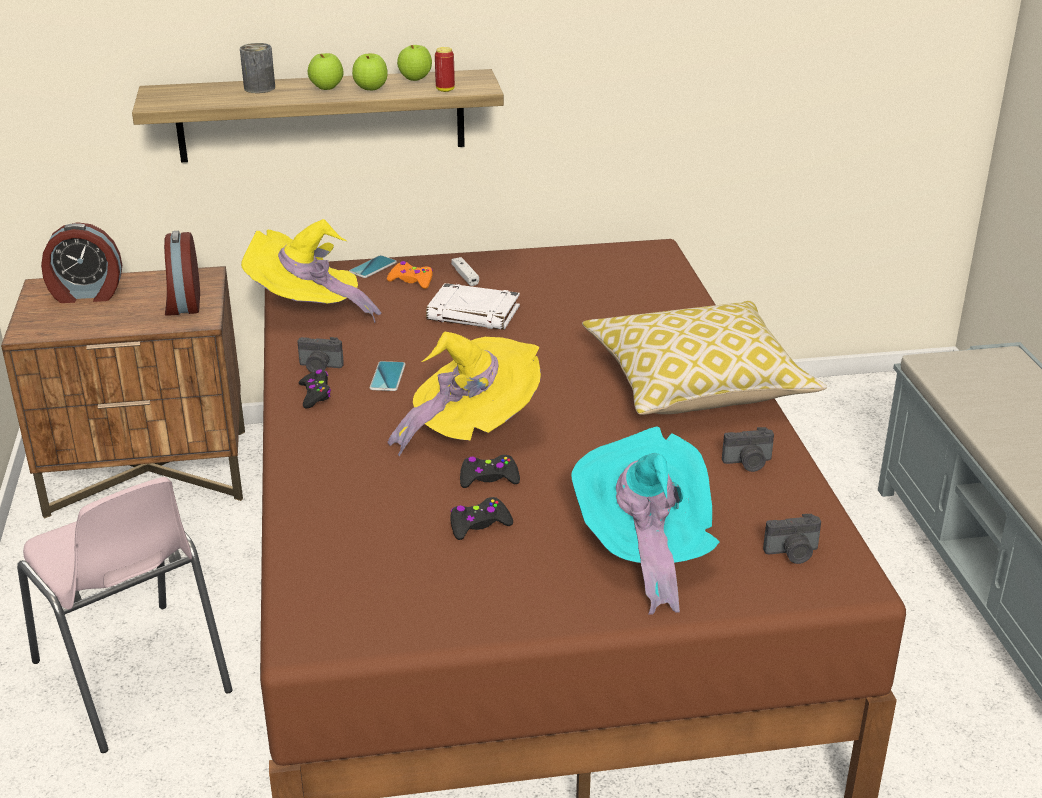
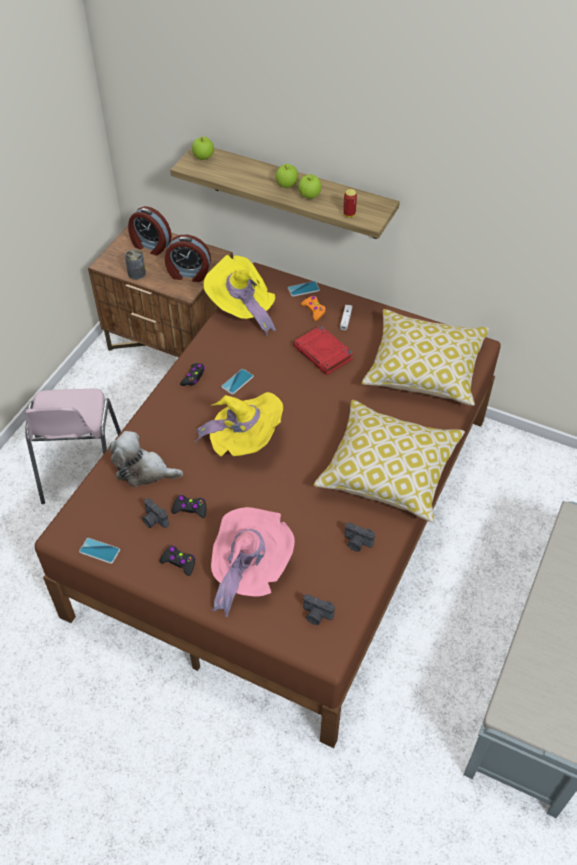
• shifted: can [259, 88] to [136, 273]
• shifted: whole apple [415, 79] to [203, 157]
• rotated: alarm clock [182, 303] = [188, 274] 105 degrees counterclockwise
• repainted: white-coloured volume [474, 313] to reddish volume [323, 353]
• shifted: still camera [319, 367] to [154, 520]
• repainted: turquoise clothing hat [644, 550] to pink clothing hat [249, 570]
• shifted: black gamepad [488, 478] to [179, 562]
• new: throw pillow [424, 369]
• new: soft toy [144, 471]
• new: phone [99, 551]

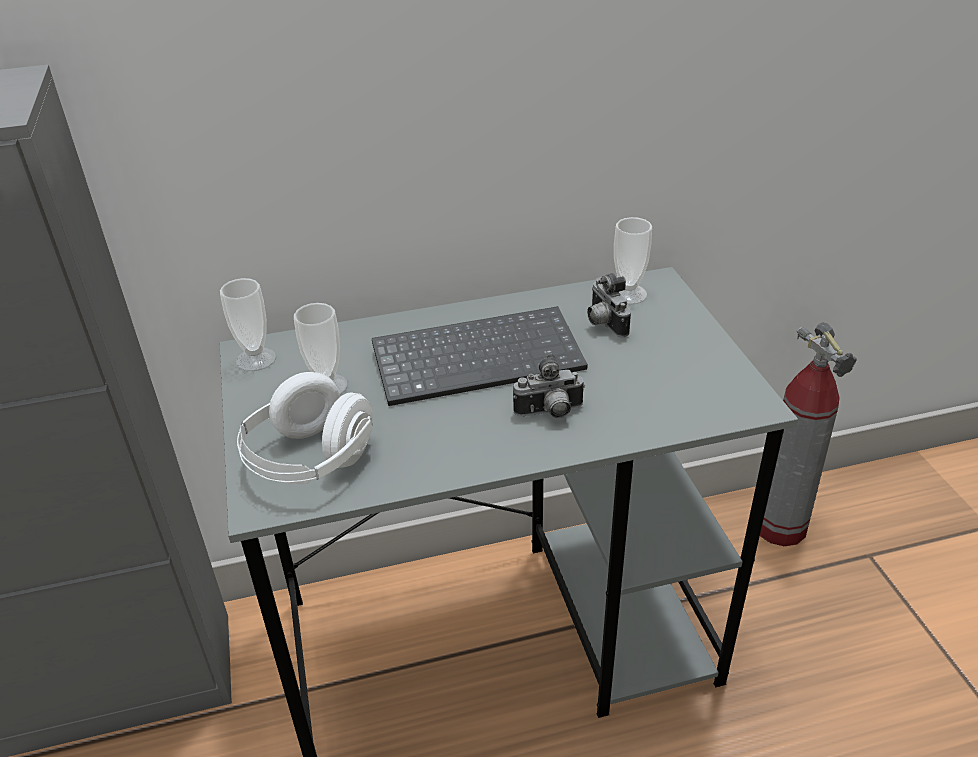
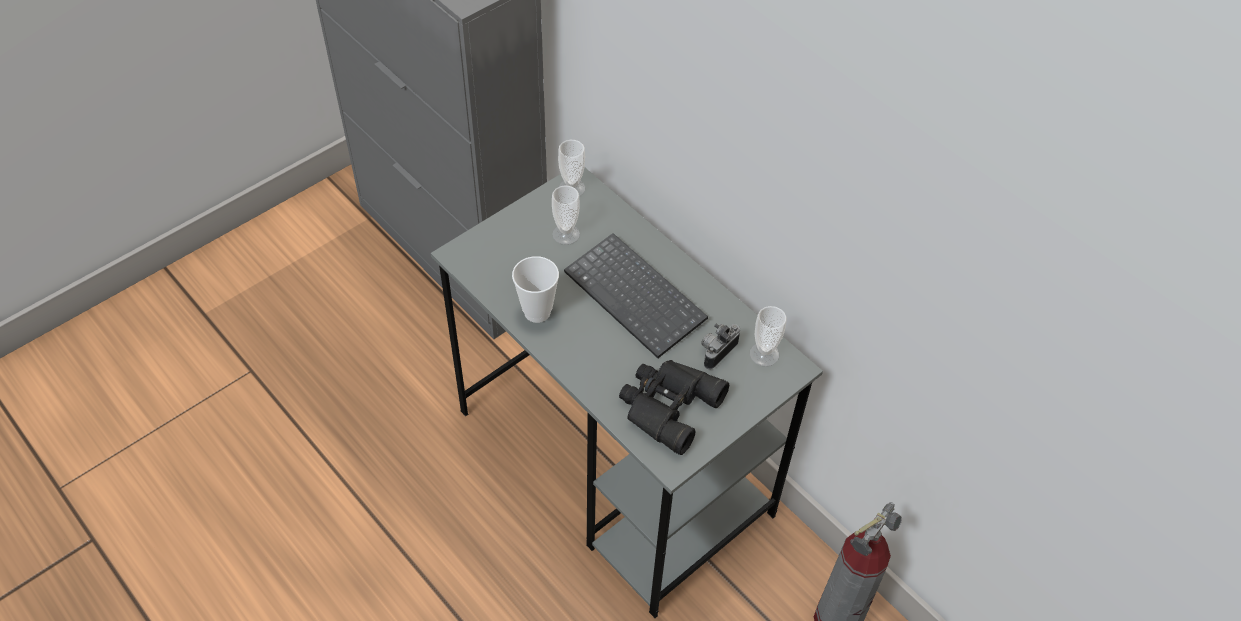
• gone: still camera [550, 413]
• gone: white-coloured headset [310, 460]
• new: cup [537, 312]
• new: black pair of binoculars [666, 406]

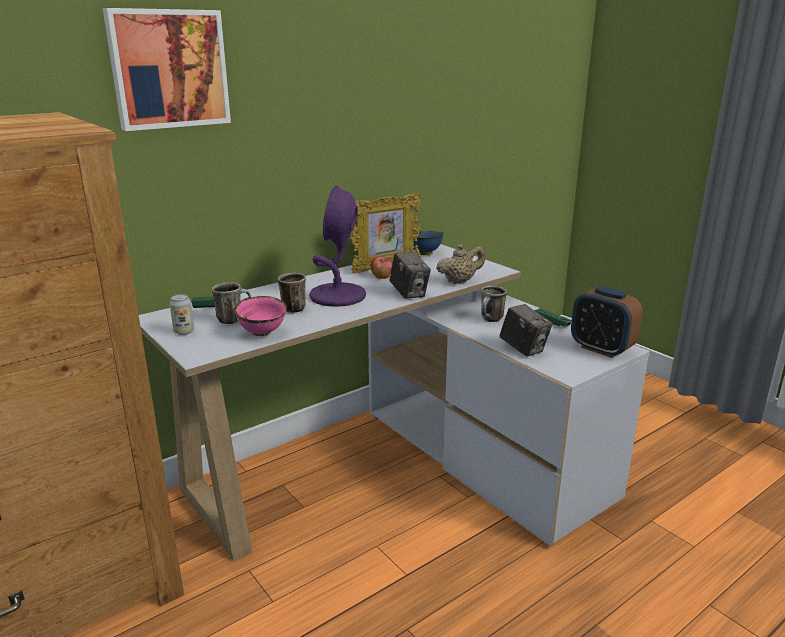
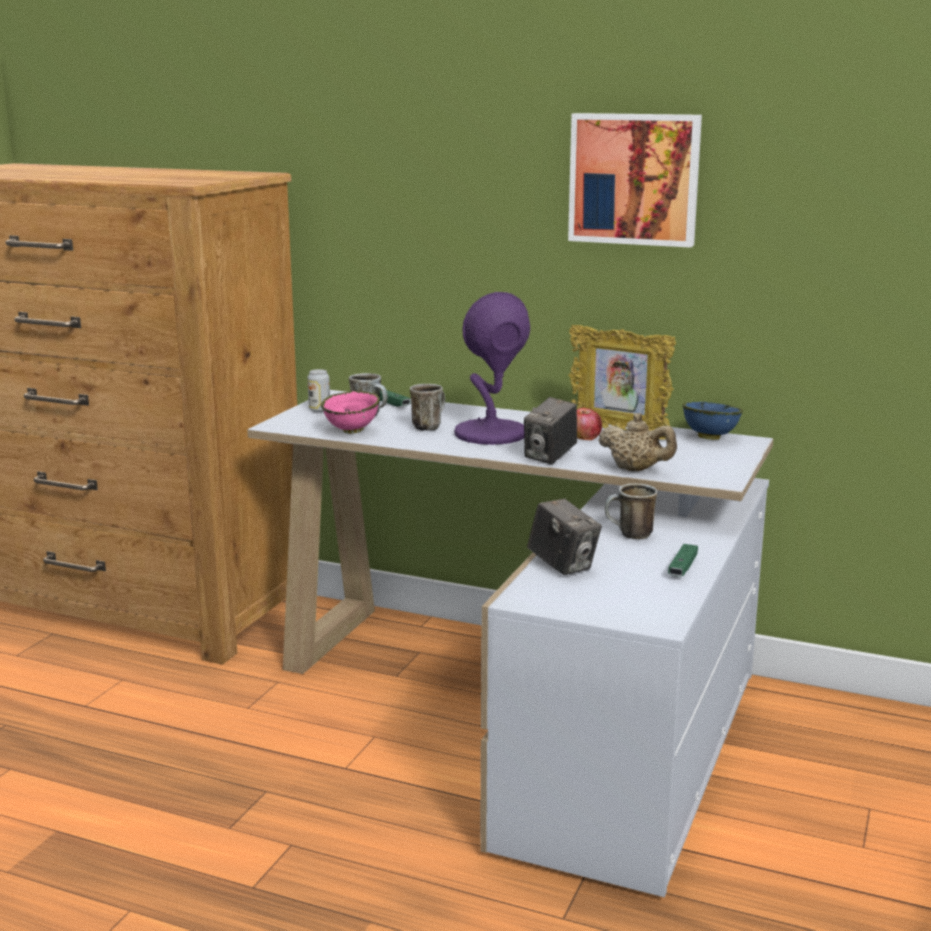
• shifted: picture [168, 69] to [635, 179]
• gone: alarm clock [601, 349]
• rotated: still camera [523, 349] = [563, 566] 60 degrees counterclockwise

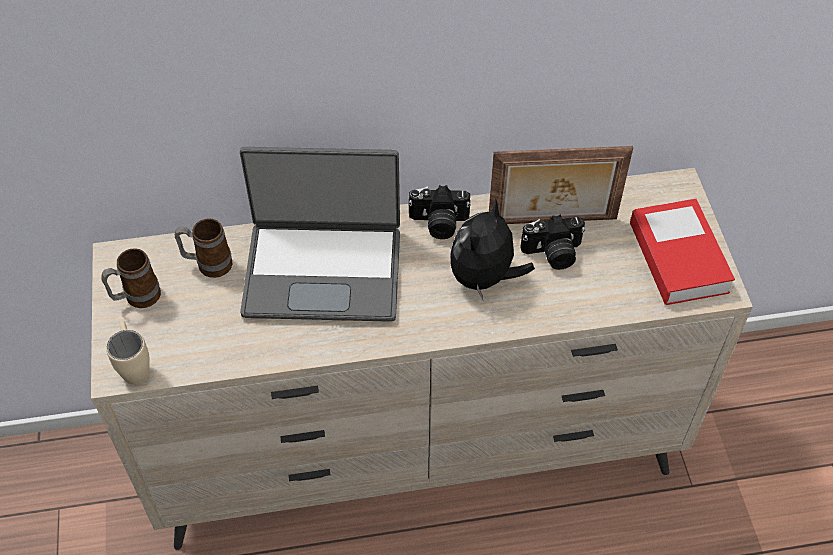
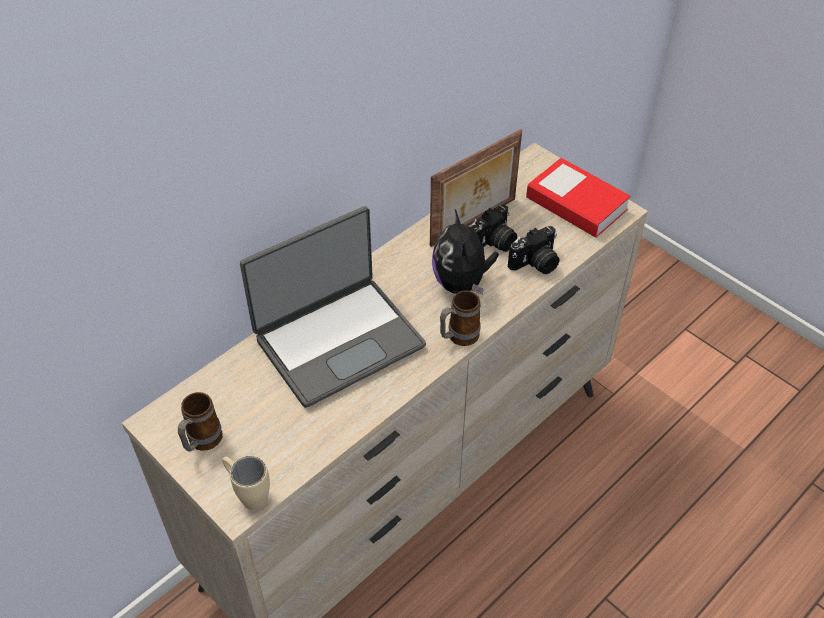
• shifted: still camera [438, 224] to [535, 264]
• shifted: coffee mug [208, 265] to [458, 338]

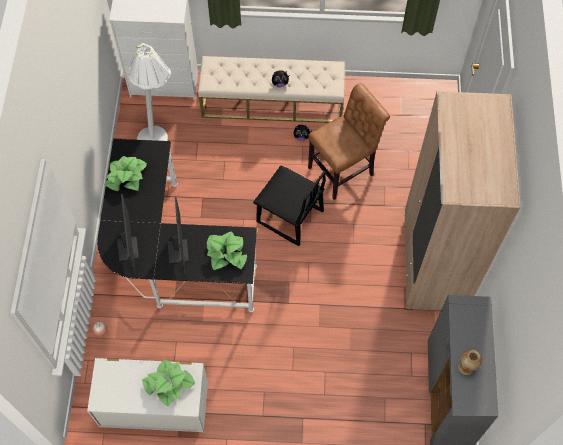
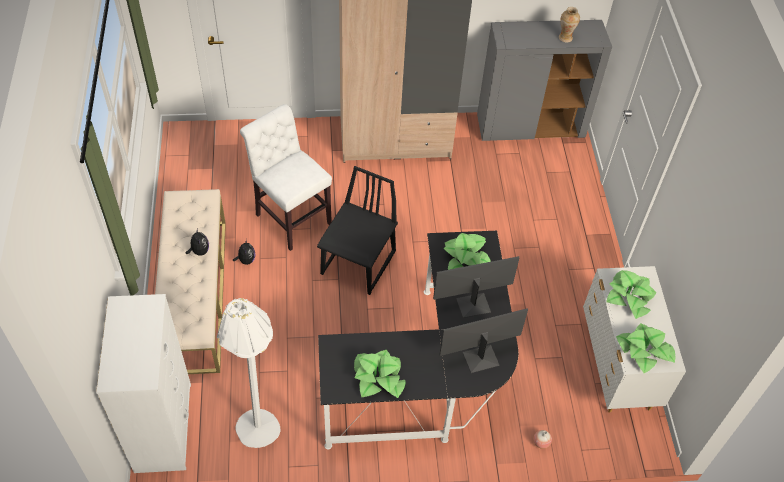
• repainted: brown plain chair [343, 170] to white-coloured plain chair [291, 217]
• new: houseplant [644, 351]

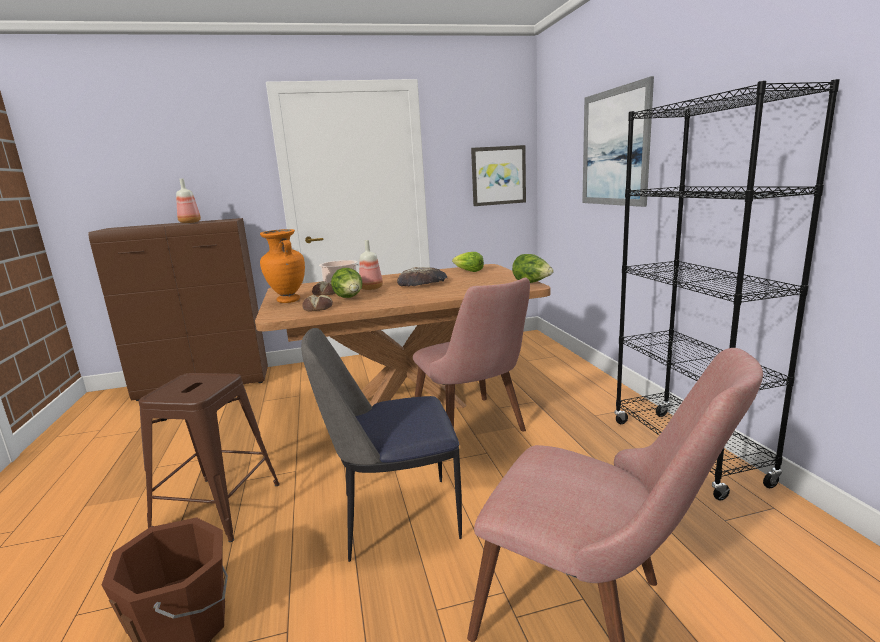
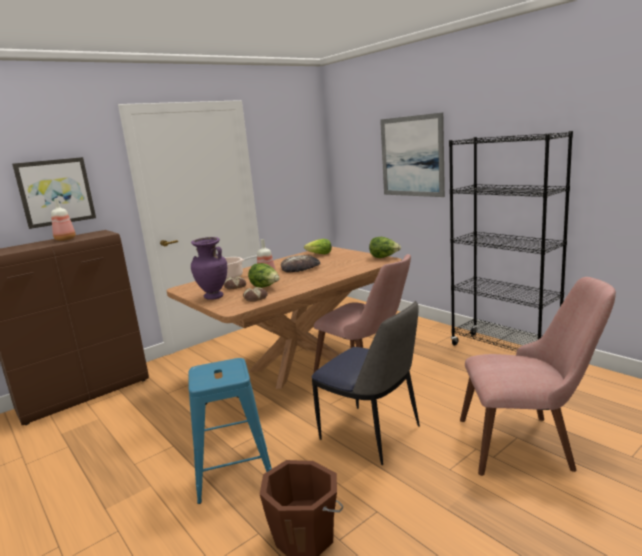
• shifted: picture [498, 175] to [55, 192]
• repainted: orange vase [287, 300] to purple vase [213, 297]
• rotated: plain chair [395, 516] = [372, 434] 105 degrees counterclockwise
• repainted: brown stool [218, 508] to bluish stool [234, 471]

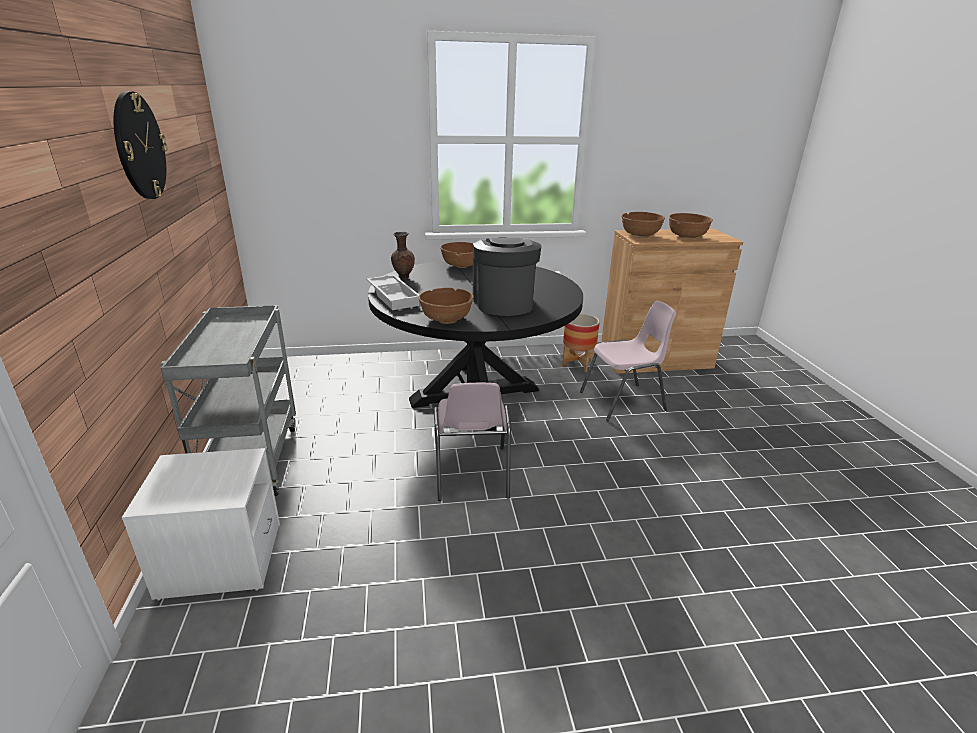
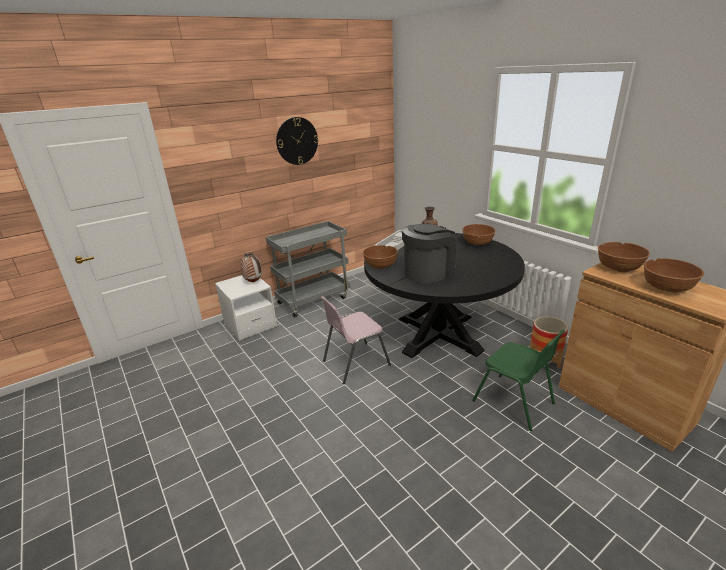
• repainted: pink plain chair [624, 401] to green plain chair [514, 402]
• new: vase [253, 282]

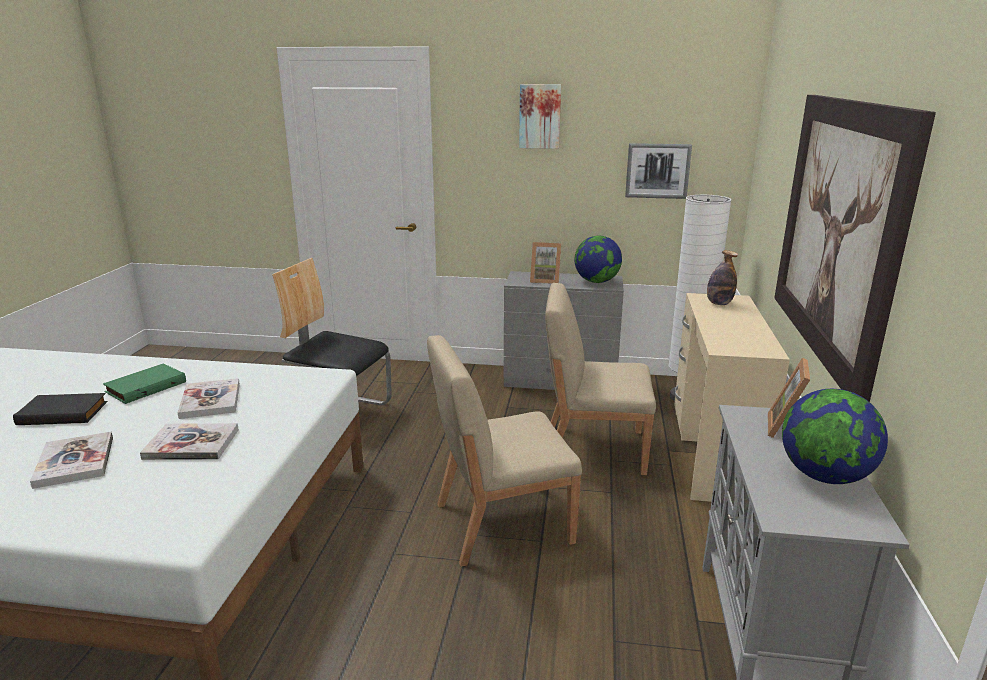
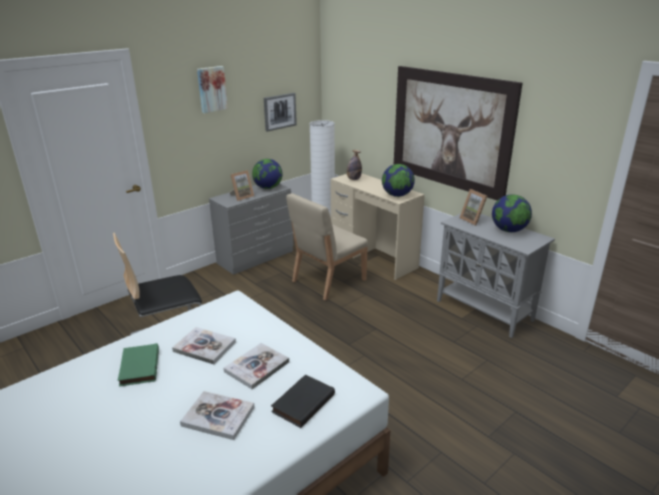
• gone: sand-coloured plain chair [501, 523]
• shifted: black volume [64, 412] to [302, 402]
• new: desk globe [397, 195]

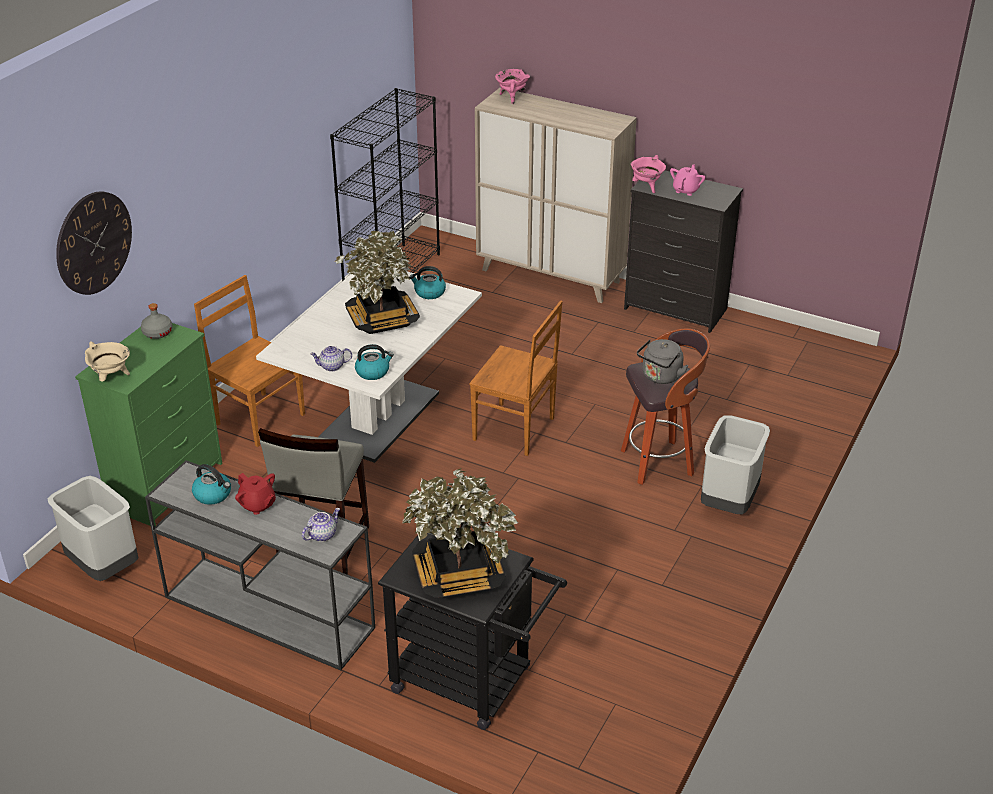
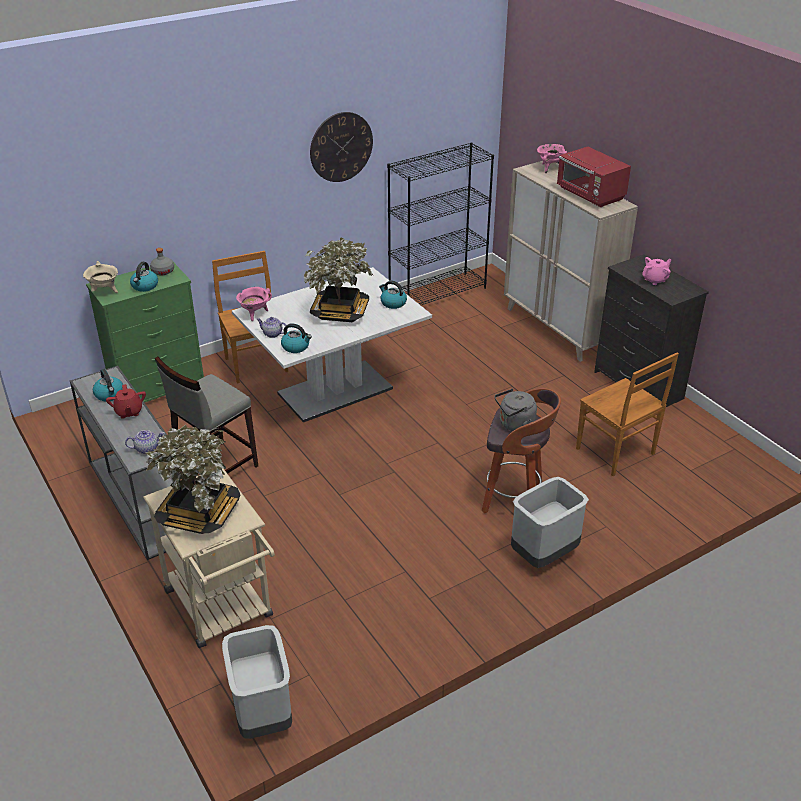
• shifted: pink cooking pot [647, 187] to [255, 314]
• shifted: wall clock [93, 243] to [341, 147]
• shifted: brown plain chair [516, 430] to [616, 452]
• shifted: greyish waste bin [102, 567] to [262, 715]
• repainted: black cart [472, 683] to sand-coloured cart [223, 610]
• new: reddish microwave oven [590, 195]
• new: tea kettle [145, 286]

